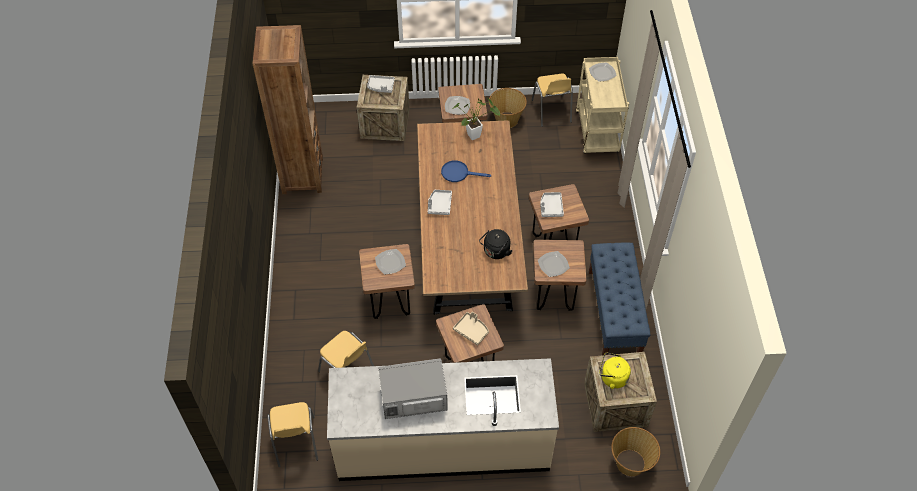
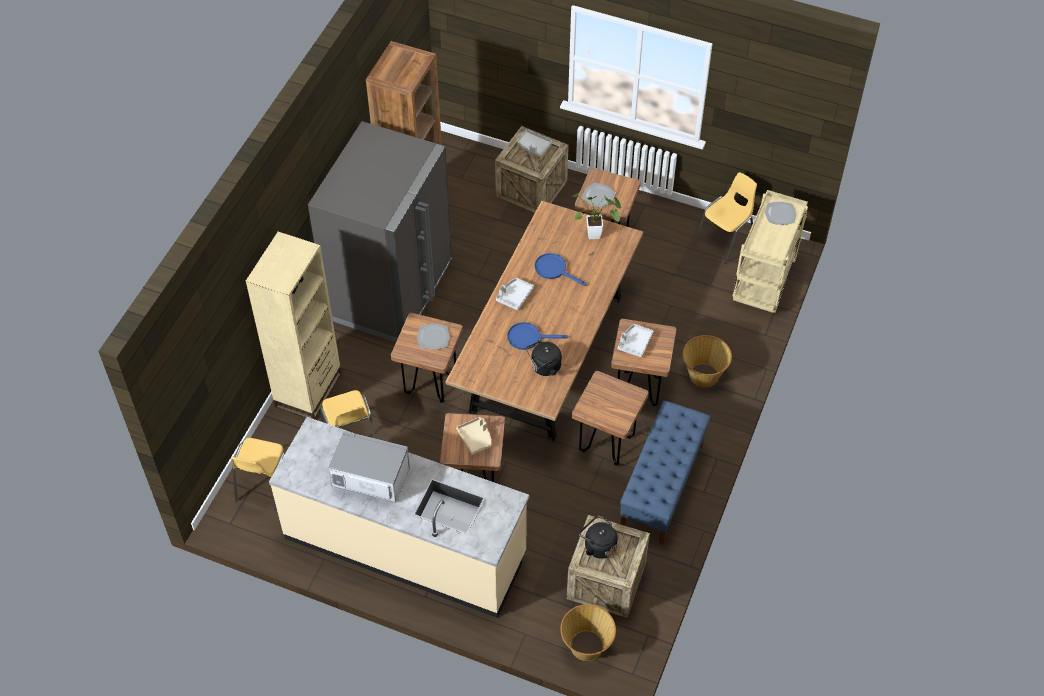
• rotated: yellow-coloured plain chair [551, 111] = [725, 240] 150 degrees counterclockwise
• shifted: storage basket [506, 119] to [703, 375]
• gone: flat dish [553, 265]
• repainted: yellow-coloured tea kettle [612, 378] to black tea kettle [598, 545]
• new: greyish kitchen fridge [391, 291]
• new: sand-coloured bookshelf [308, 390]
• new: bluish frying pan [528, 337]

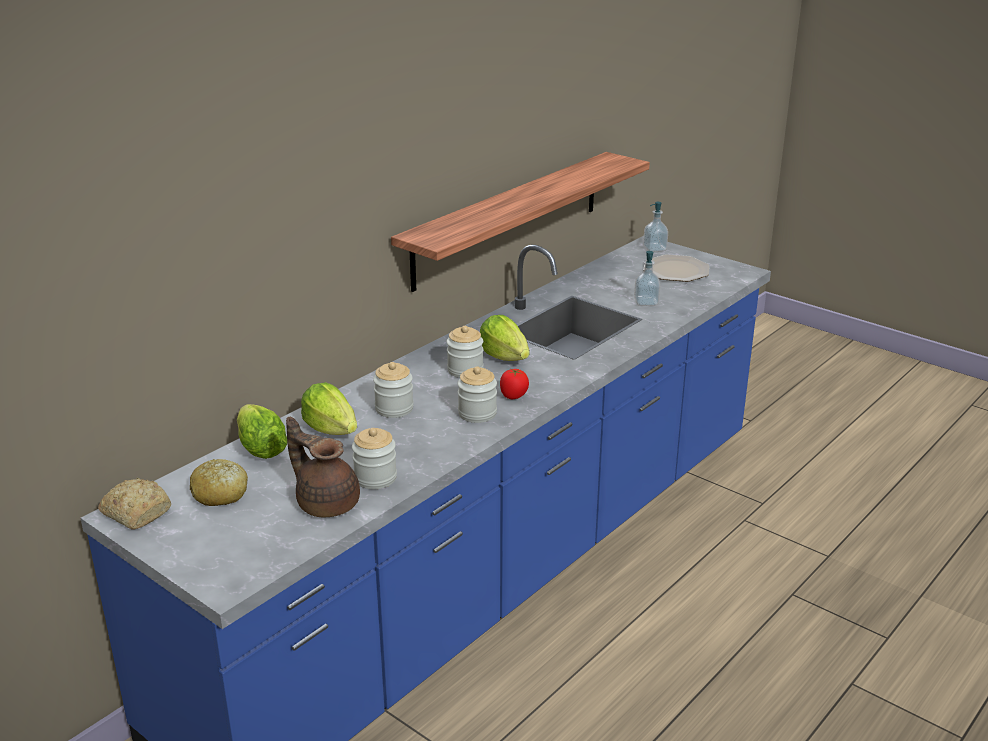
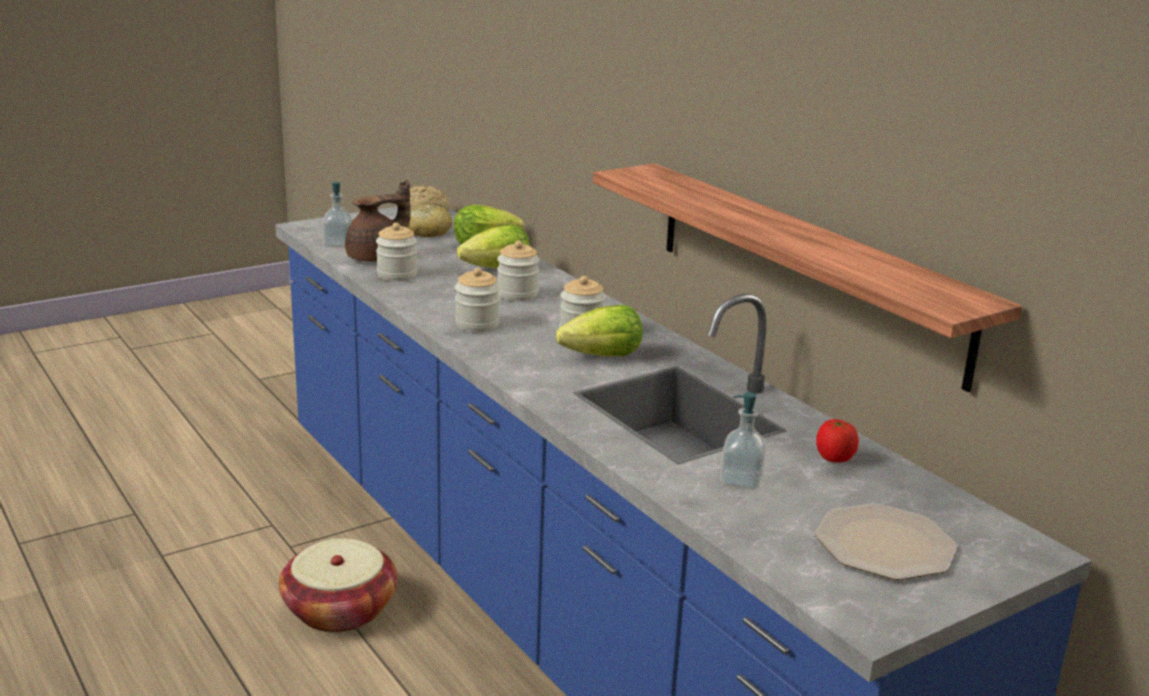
• shifted: liquid soap bottle [654, 249] to [338, 244]
• shifted: whole tomato [513, 396] to [834, 459]
• new: storage basket [340, 610]

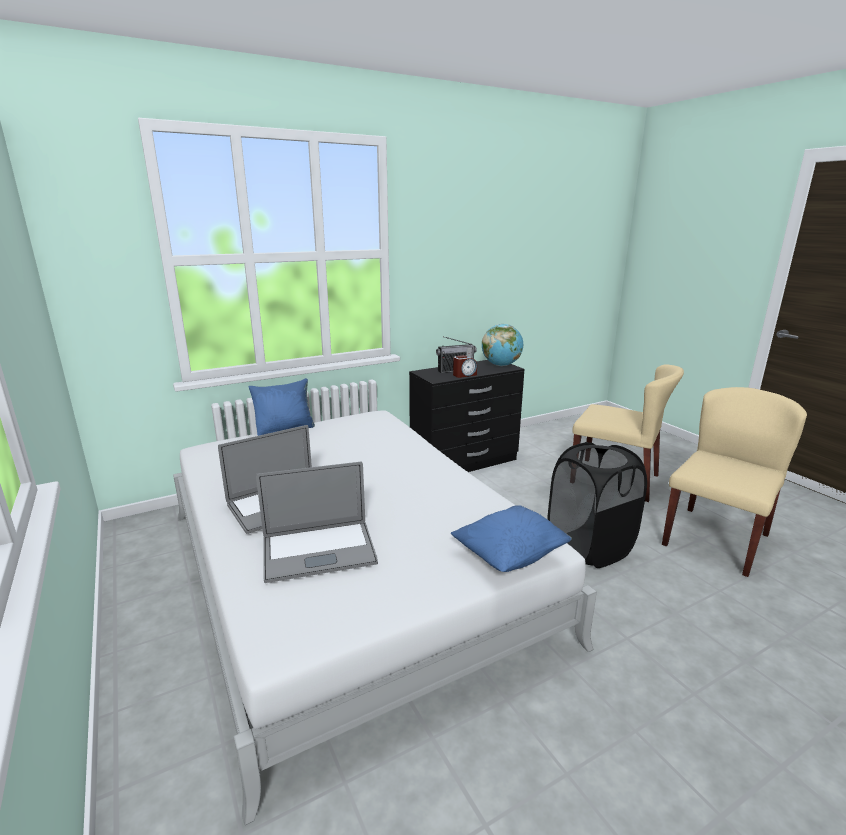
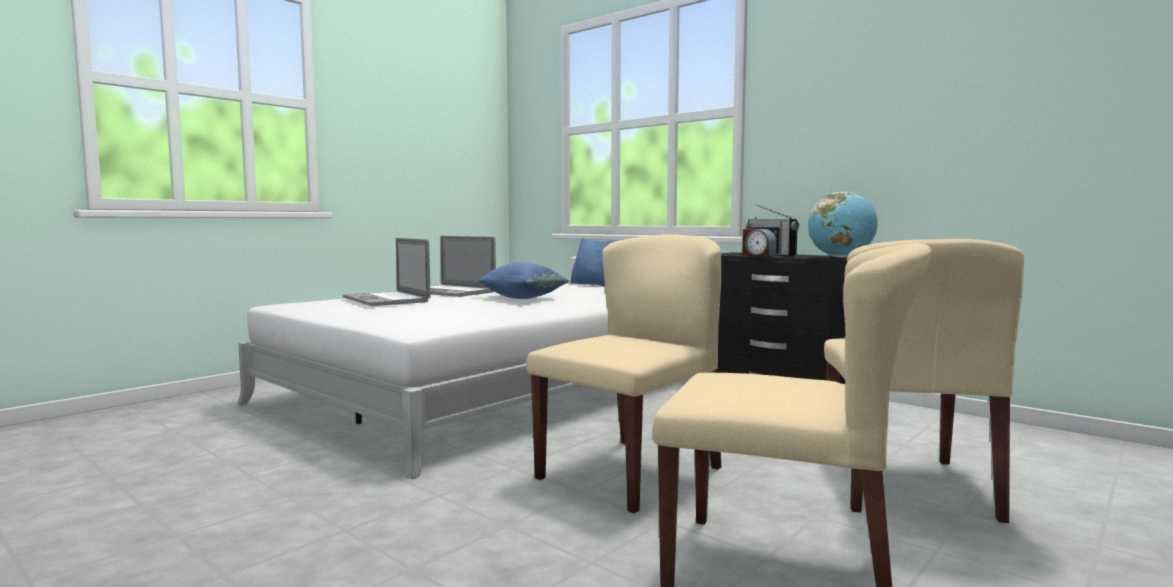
• swapped: black washing basket [589, 548] to sand-coloured plain chair [630, 472]
• shifted: bluish throw pillow [510, 555] to [523, 298]

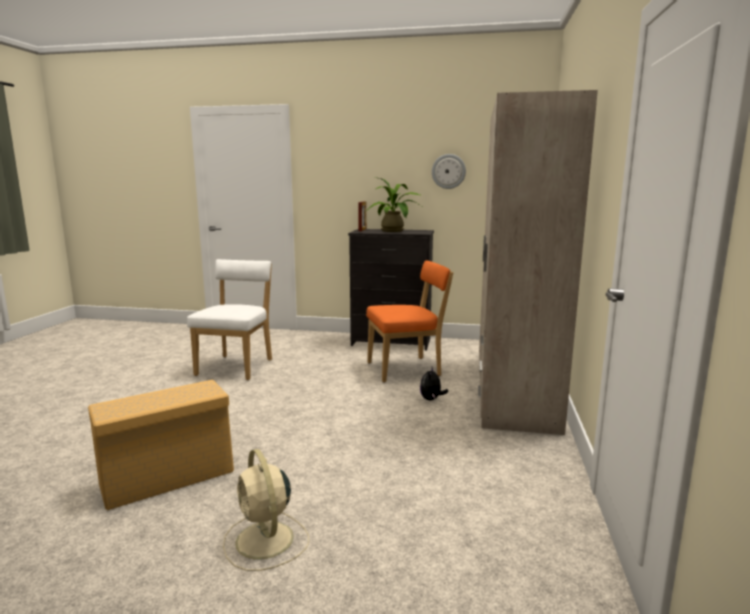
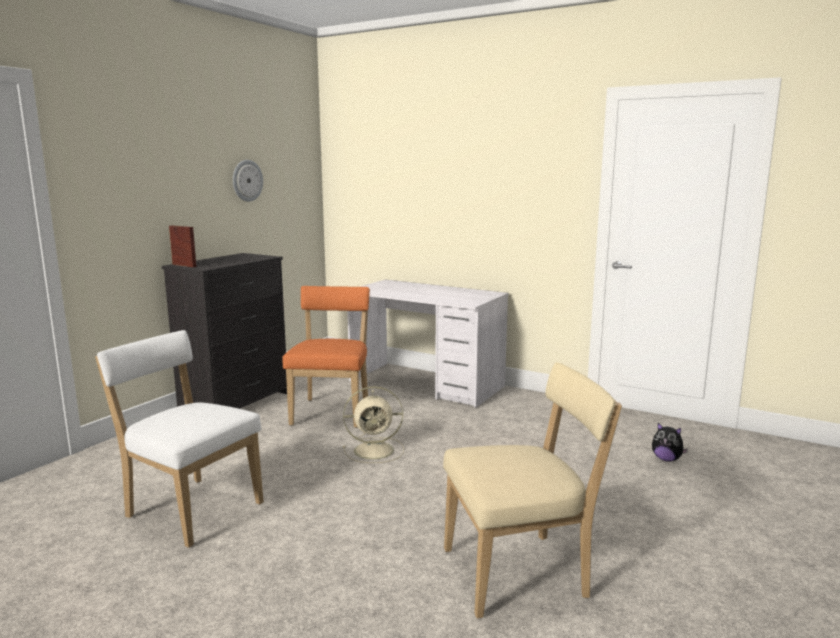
• swapped: sand-coloured armoire [513, 390] to white-coloured desk [426, 384]
• gone: houseplant [394, 231]
• shifted: soft toy [431, 399] to [666, 459]
• swapped: sand-coloured storage container [166, 479] to sand-coloured plain chair [521, 573]
• shifted: sand-coloured electric fan [265, 541] to [376, 450]

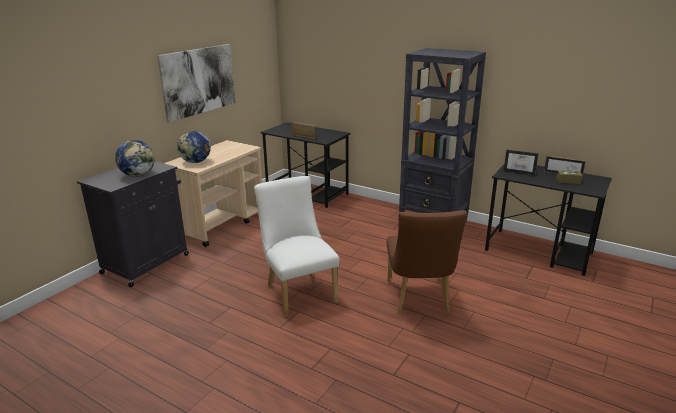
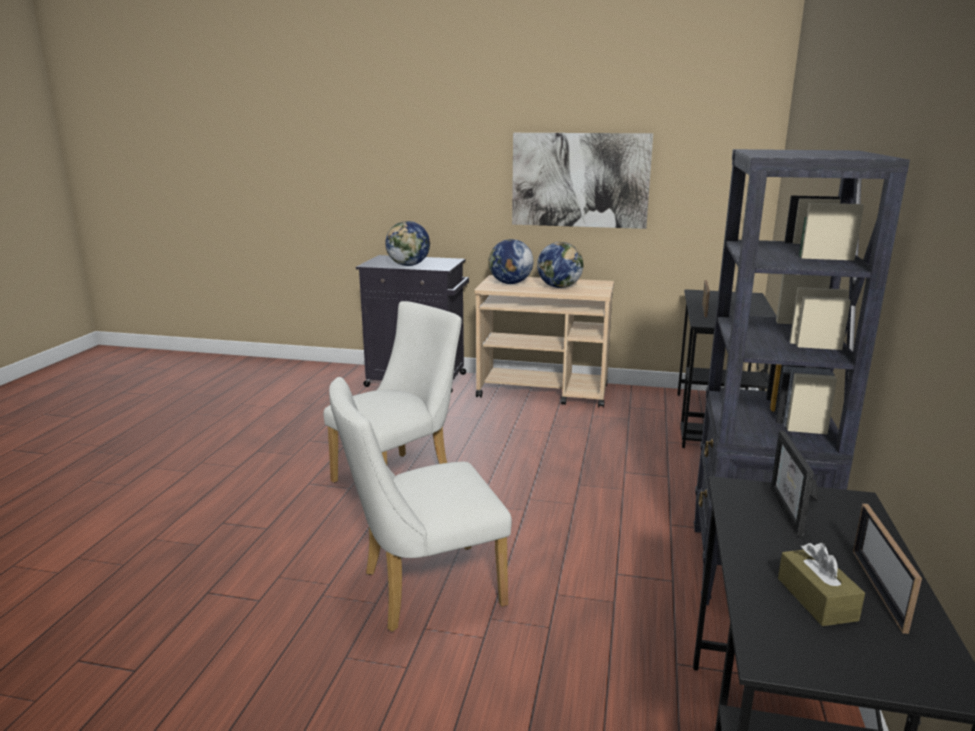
• repainted: brown plain chair [419, 300] to white-coloured plain chair [422, 590]
• new: desk globe [559, 287]

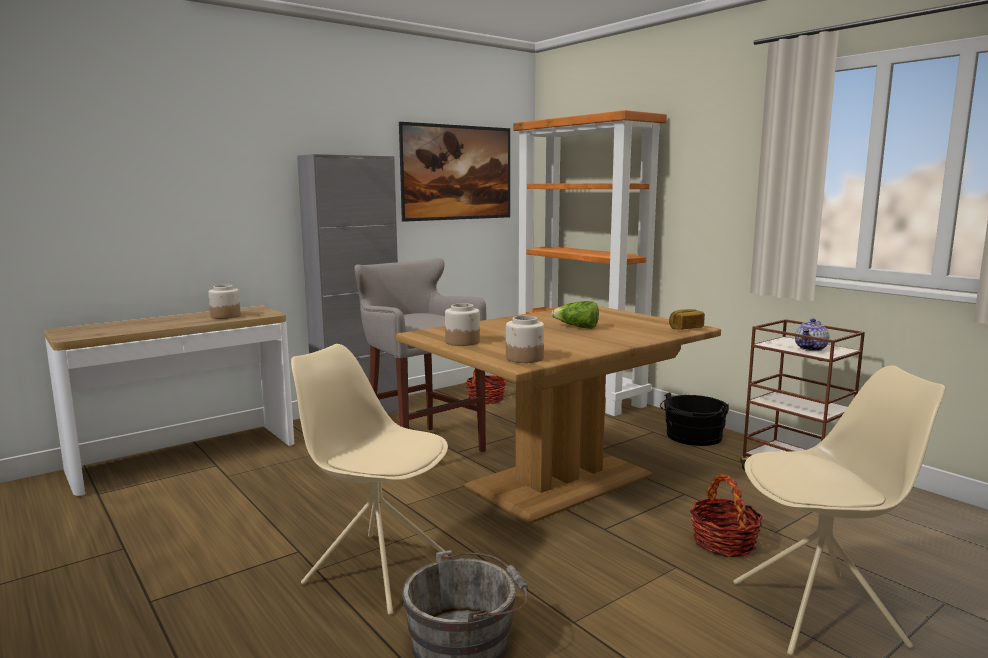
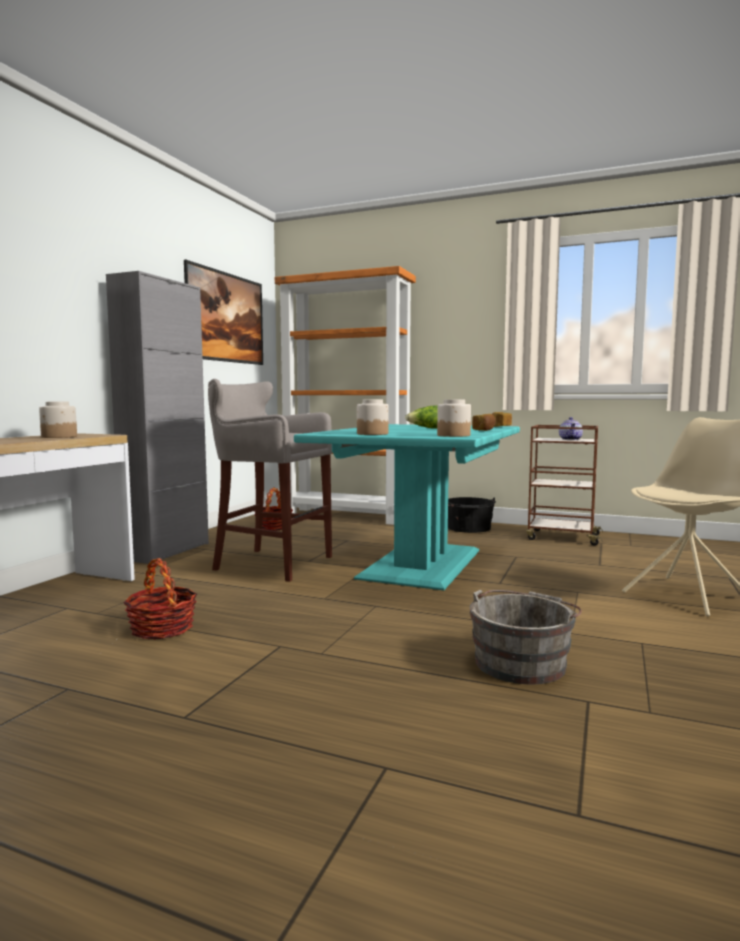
• repainted: brown dinner table [558, 480] to turquoise dinner table [419, 564]
• gone: sand-coloured plain chair [377, 571]
• shifted: storage basket [723, 543] to [162, 628]
• new: bakery bread [484, 430]

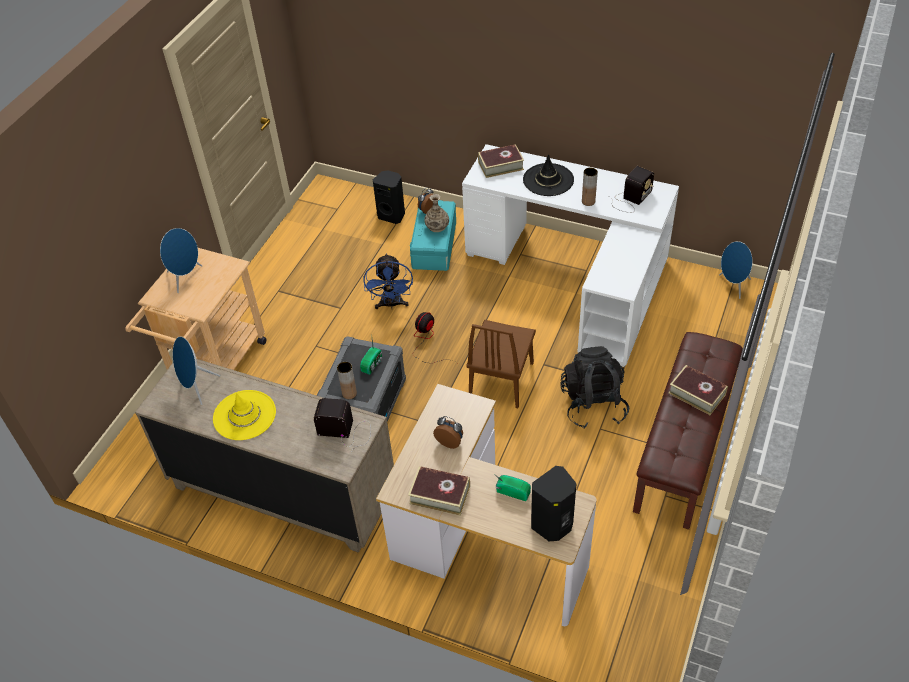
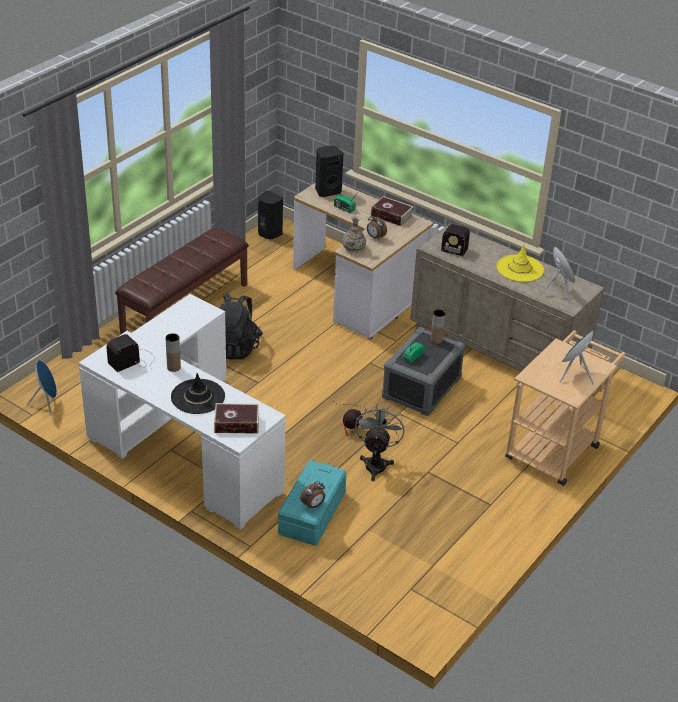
• shifted: black audio speaker [392, 215] to [269, 234]
• shifted: vase [437, 226] to [354, 248]
• repainted: bluish electric fan [391, 305] to greyish electric fan [376, 463]
• gone: brown plain chair [501, 379]
• gone: volume [697, 394]

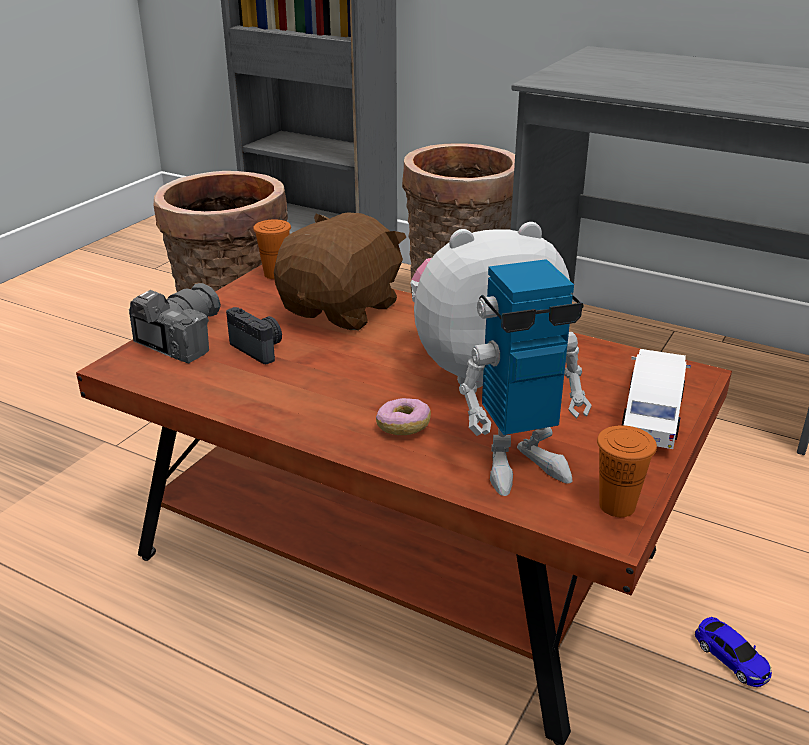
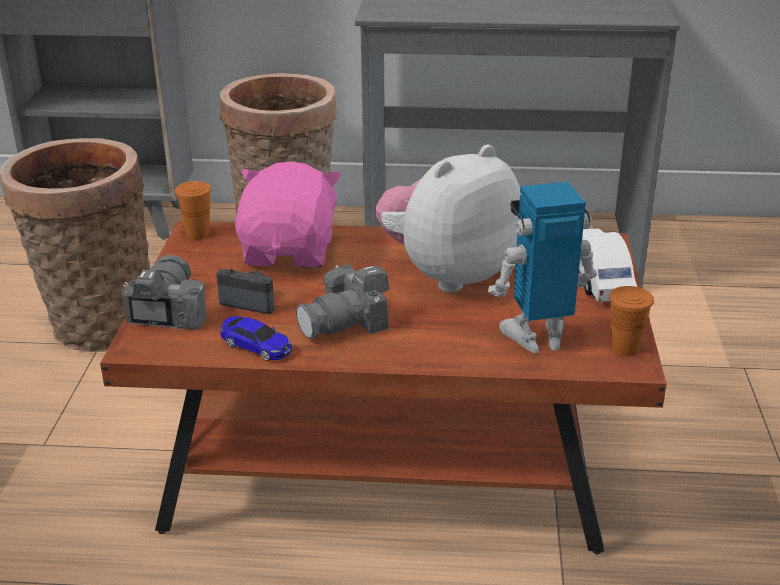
• repainted: brown soft toy [342, 309] to pink soft toy [290, 252]
• rotated: toy robot [520, 464] = [537, 338] 150 degrees counterclockwise
• gone: doughnut [403, 427]
• shifted: model car [731, 659] to [256, 347]
• new: still camera [346, 322]

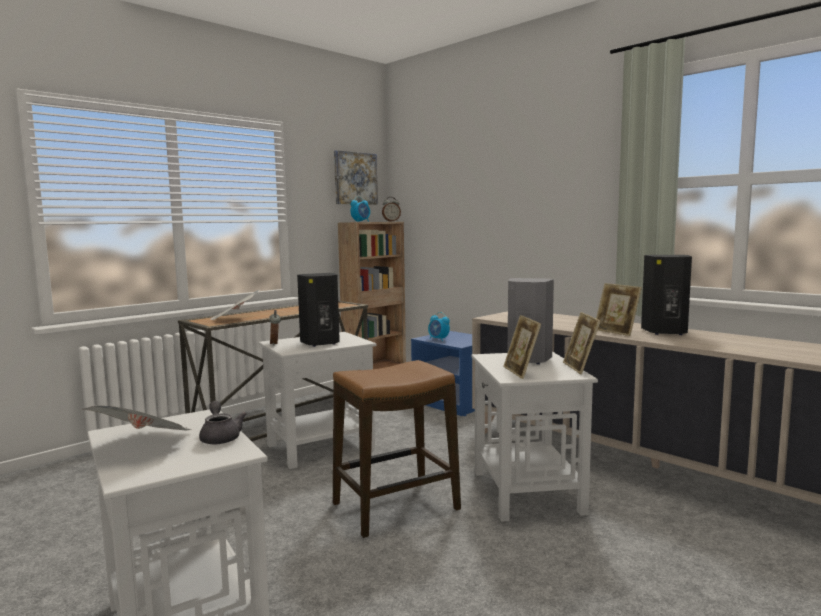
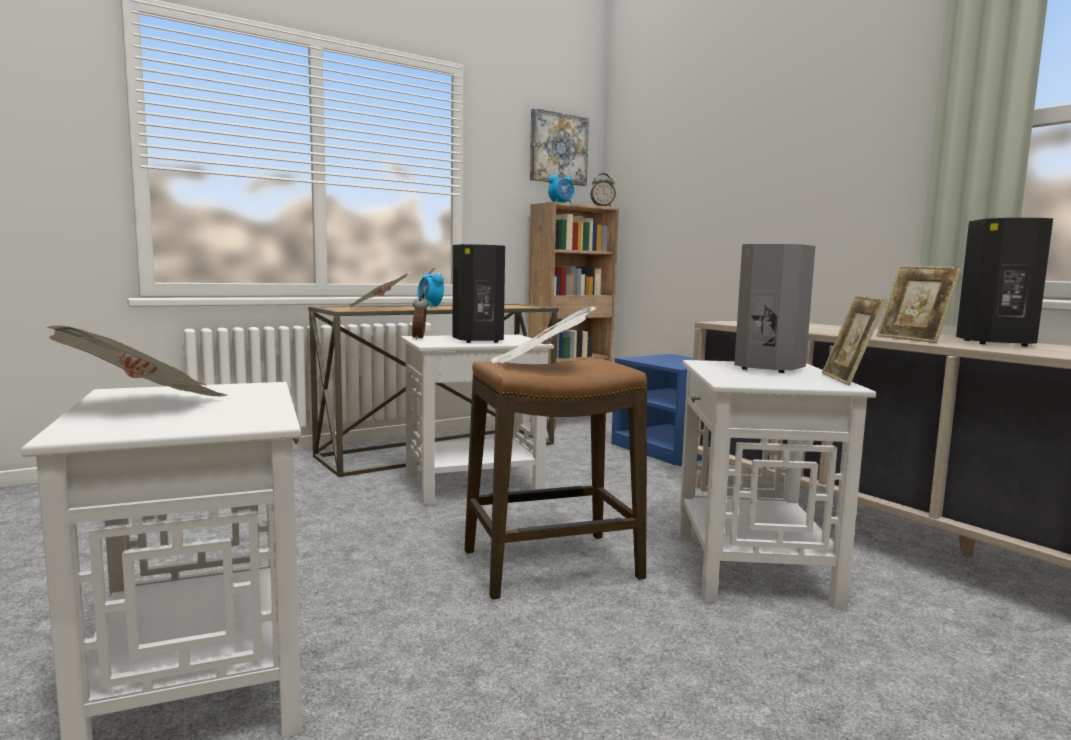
• shifted: alarm clock [438, 339] to [430, 307]
• gone: standing frame [521, 372]
• gone: greyish teapot [220, 437]
• new: printed paper [540, 364]

